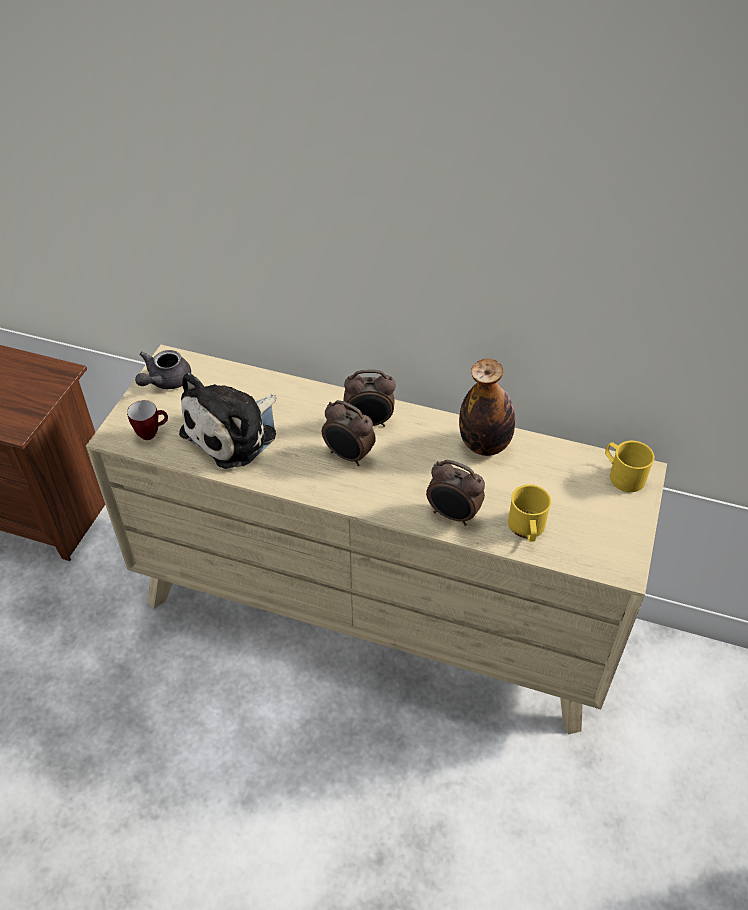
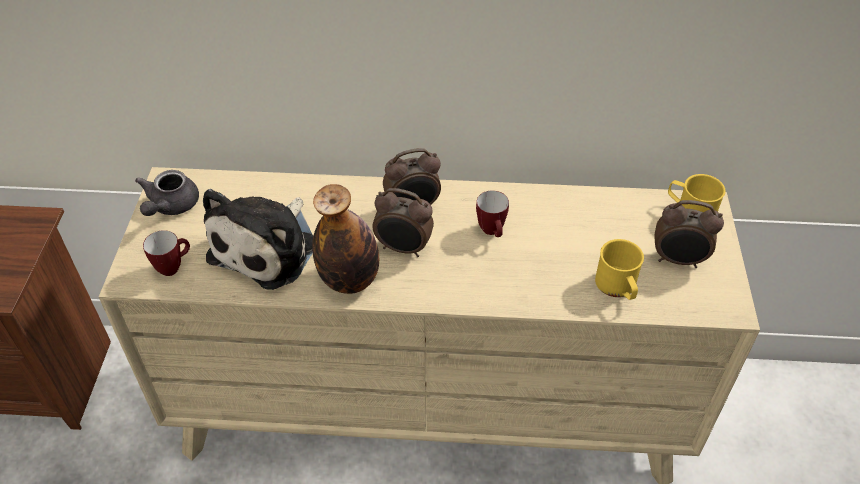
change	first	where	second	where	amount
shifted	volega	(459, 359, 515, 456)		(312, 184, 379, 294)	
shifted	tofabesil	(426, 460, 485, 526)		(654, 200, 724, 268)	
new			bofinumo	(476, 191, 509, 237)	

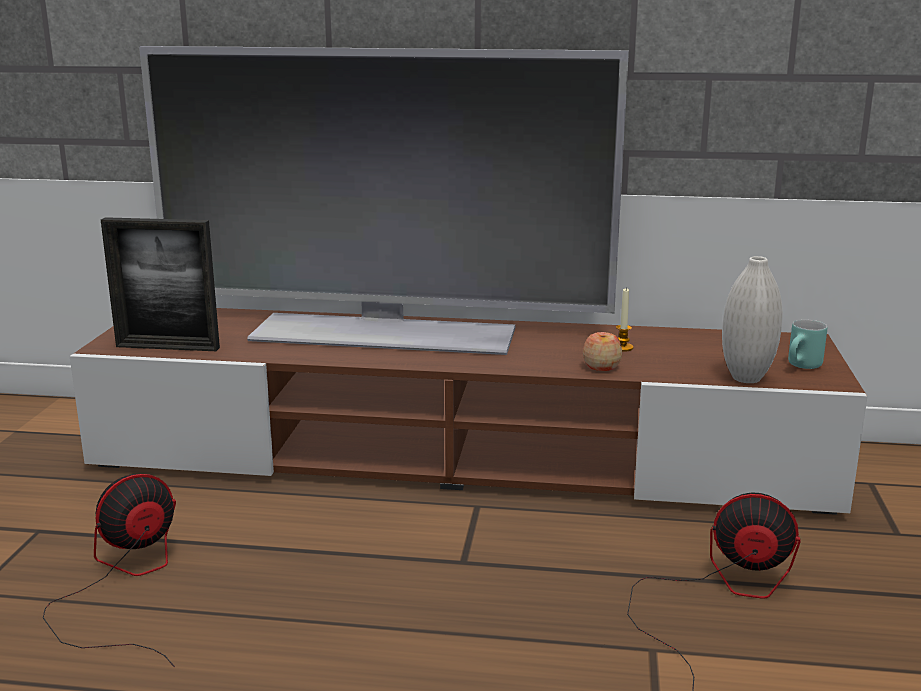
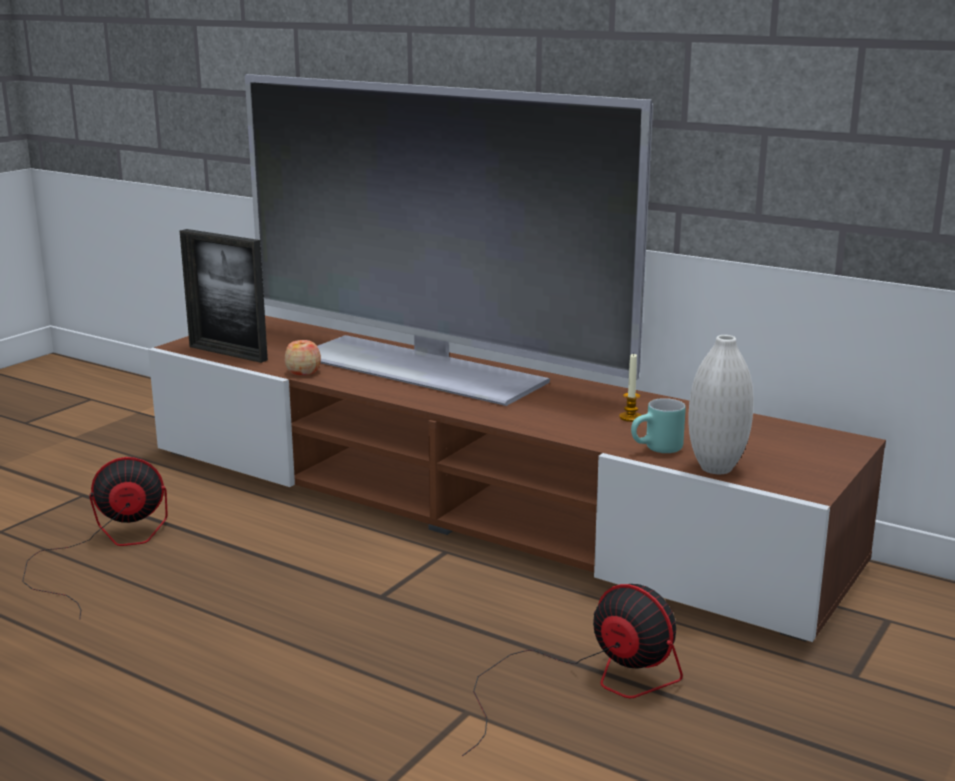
change	first	where	second	where	amount
shifted	turquoise bofinumo	(788, 319, 827, 369)		(631, 398, 686, 453)	
shifted	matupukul	(583, 332, 622, 371)		(285, 340, 321, 375)	

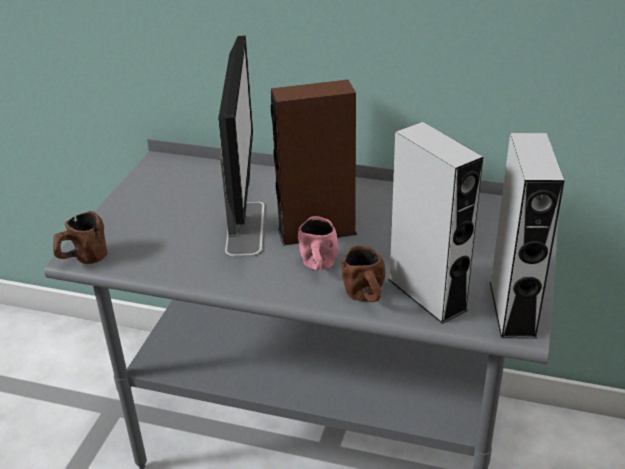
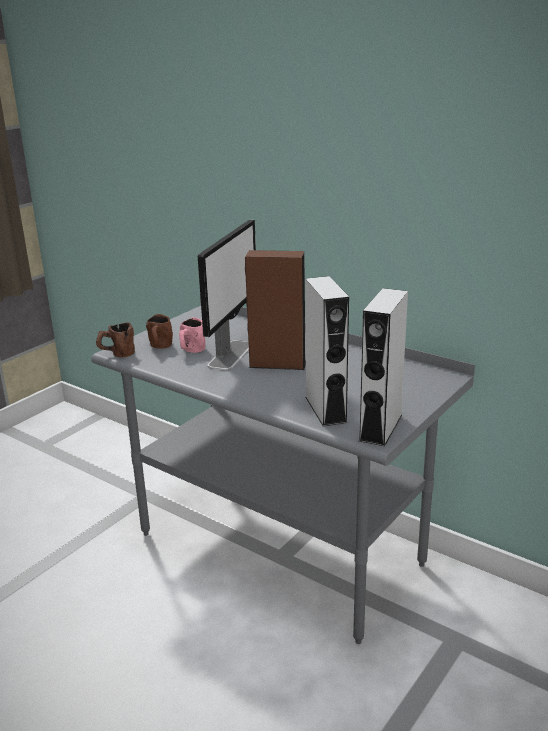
change	first	where	second	where	amount
shifted	pink bofinumo	(298, 216, 338, 271)		(179, 317, 206, 353)	
shifted	brown bofinumo	(341, 246, 385, 302)		(146, 314, 173, 349)	

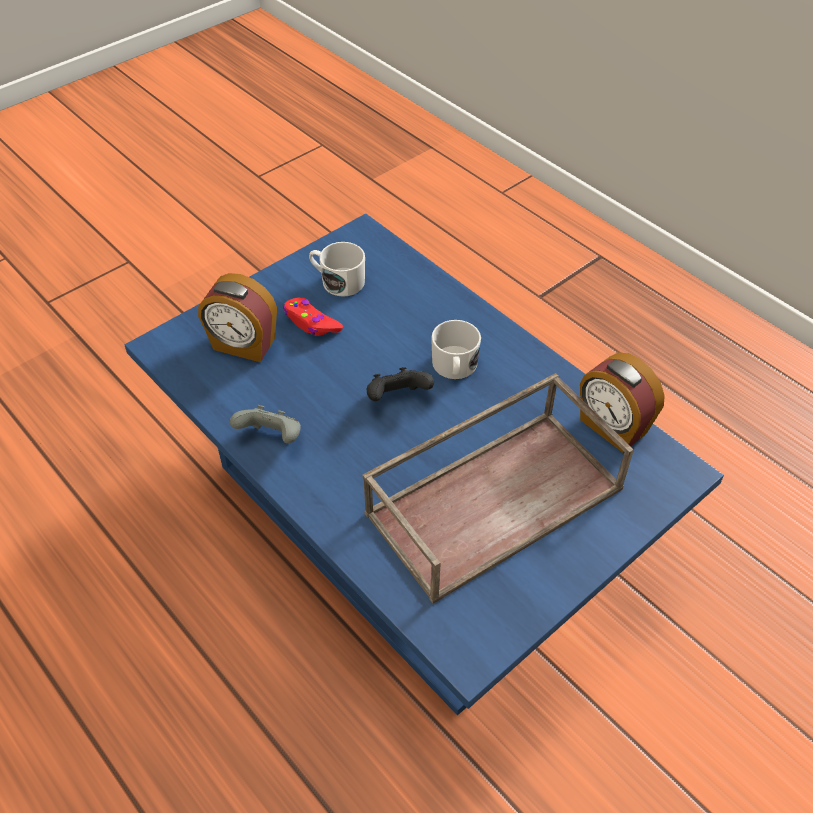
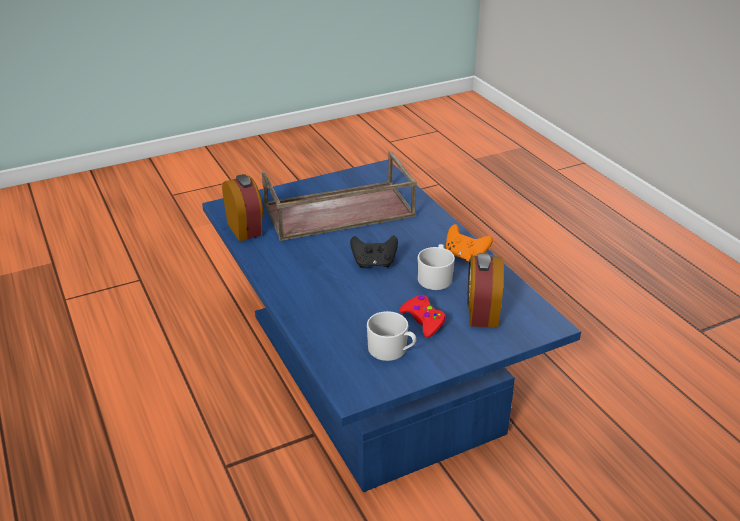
change	first	where	second	where	amount
rotated	tofabesil	(198, 273, 277, 362)		(467, 253, 503, 328)	120 degrees counterclockwise
shifted	white bofinumo	(431, 320, 481, 379)		(417, 244, 455, 290)	
repainted	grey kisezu	(230, 405, 301, 444)	orange kisezu	(446, 224, 493, 262)	

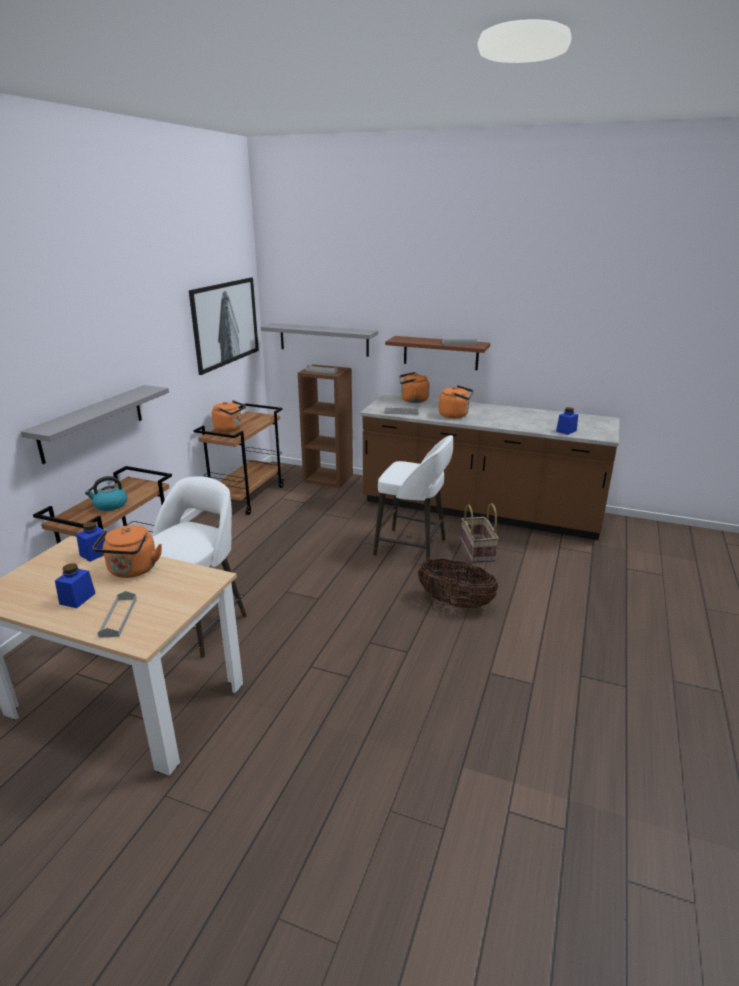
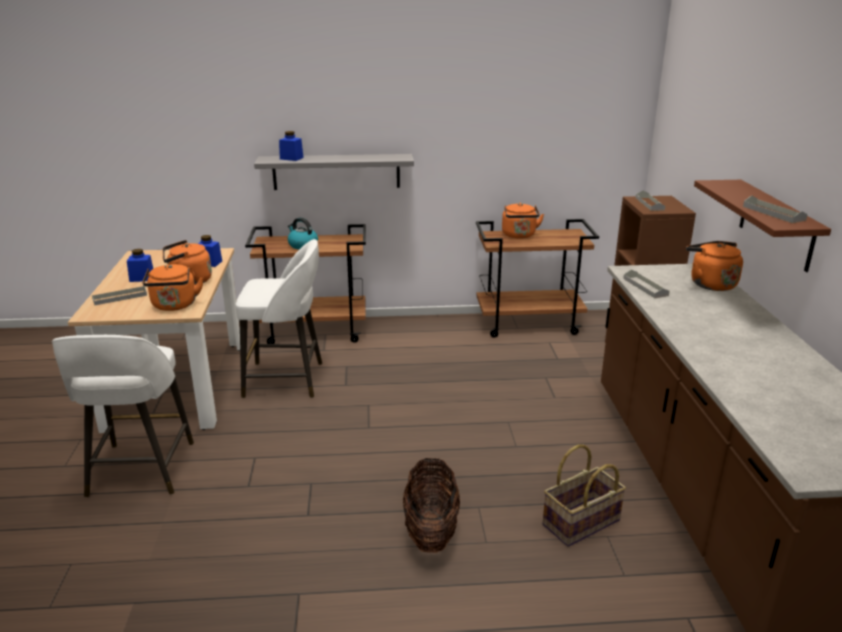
change	first	where	second	where	amount
gone	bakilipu	(189, 277, 259, 375)			
gone	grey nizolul	(261, 323, 378, 357)			
shifted	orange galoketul	(439, 385, 474, 418)		(142, 264, 204, 311)	
shifted	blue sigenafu	(556, 407, 578, 435)		(279, 131, 304, 161)	
shifted	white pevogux	(373, 435, 453, 563)		(52, 335, 194, 497)	

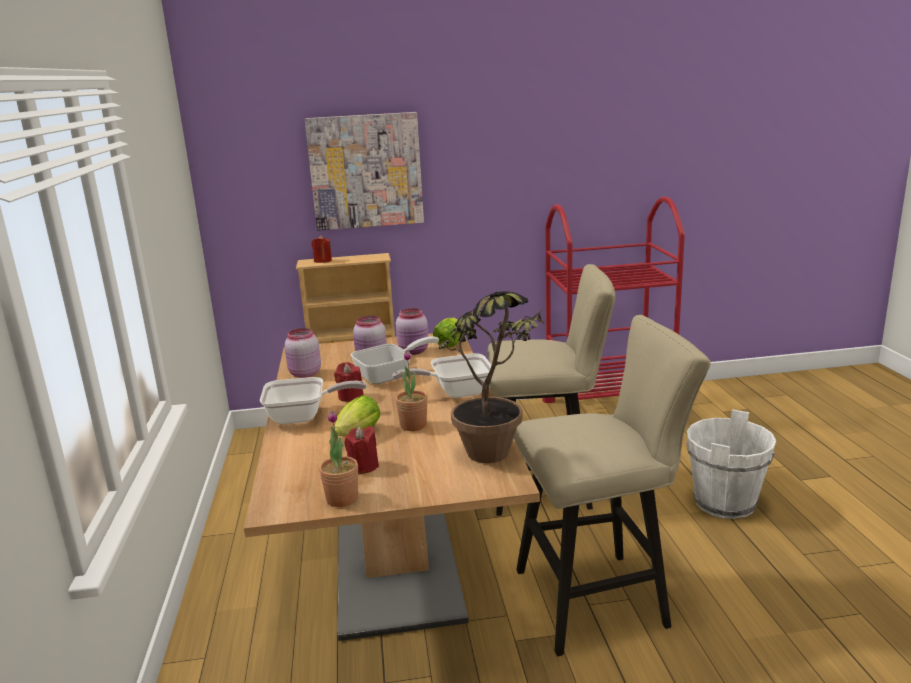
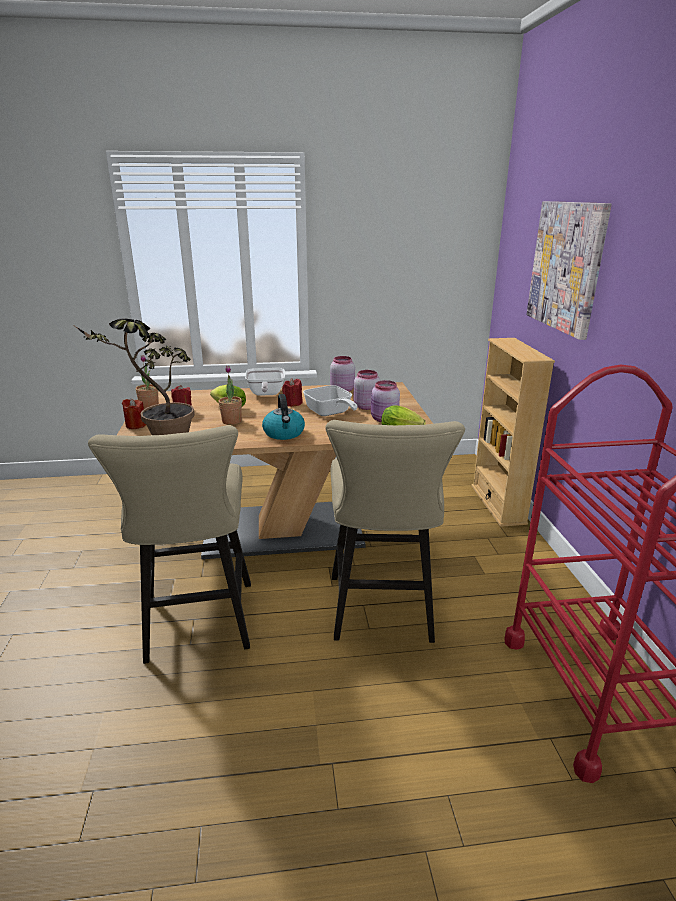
change	first	where	second	where	amount
shifted	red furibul	(312, 235, 332, 263)		(122, 398, 146, 429)	
swapped	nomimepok	(392, 353, 491, 398)	galoketul	(262, 394, 305, 440)	
gone	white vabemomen	(686, 409, 776, 519)			

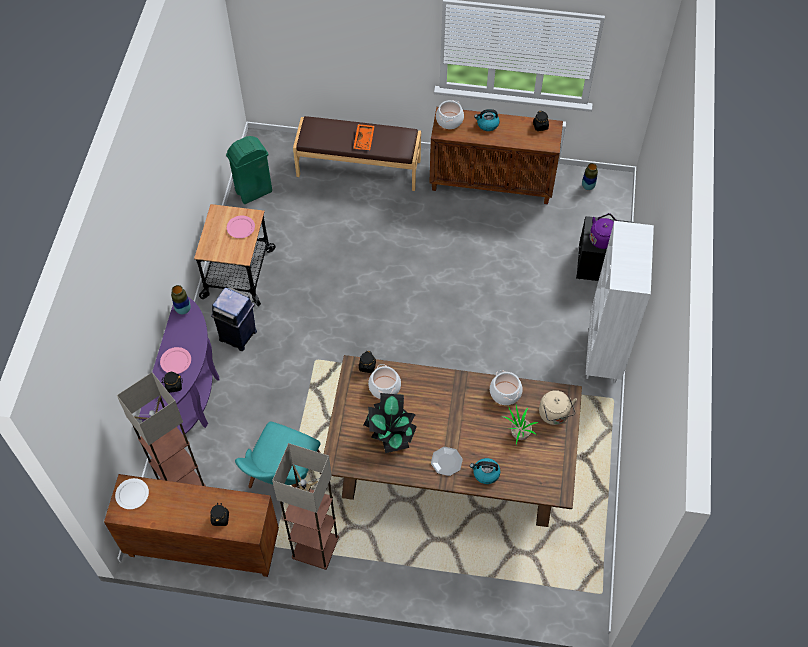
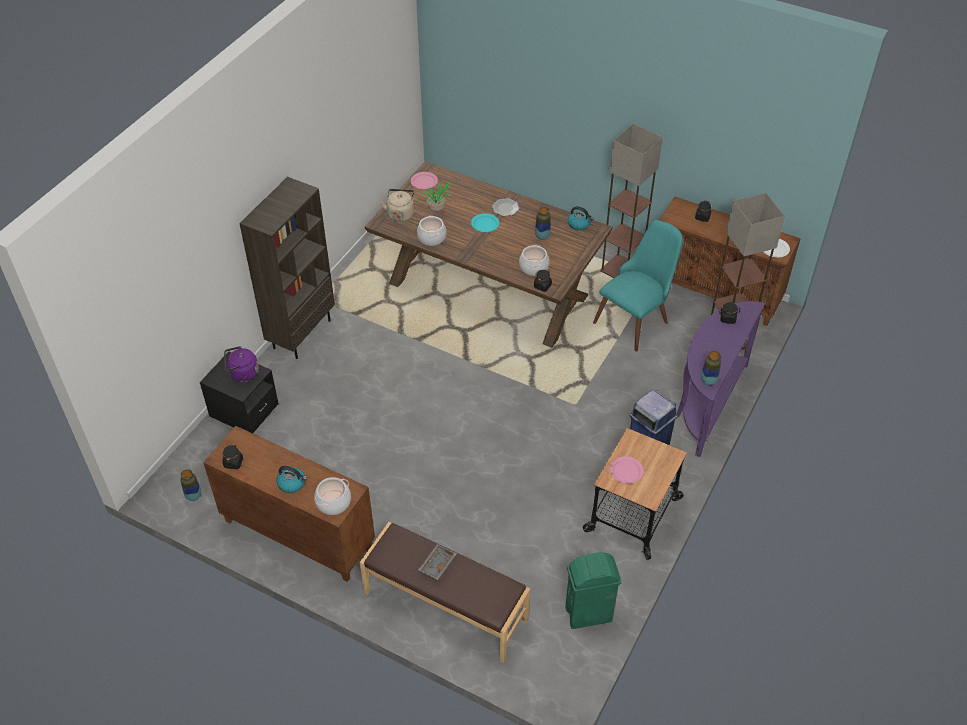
change	first	where	second	where	amount
repainted	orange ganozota	(353, 124, 375, 150)	grey ganozota	(418, 544, 457, 580)	
repainted	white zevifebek	(586, 221, 654, 383)	brown zevifebek	(239, 177, 335, 359)	
shifted	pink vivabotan	(160, 347, 191, 374)		(411, 172, 438, 189)	
swapped	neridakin	(364, 393, 417, 453)	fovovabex	(535, 207, 551, 240)	
shifted	galoketul	(470, 458, 500, 484)		(568, 206, 594, 231)	
new			turquoise vivabotan	(471, 213, 499, 232)	

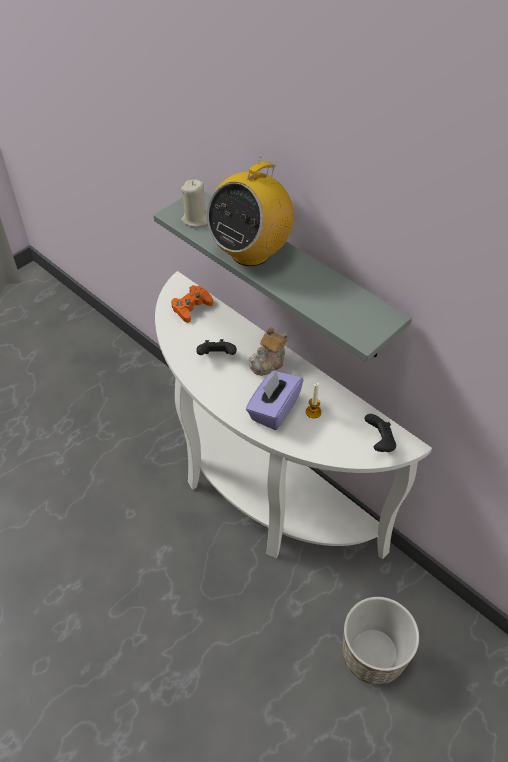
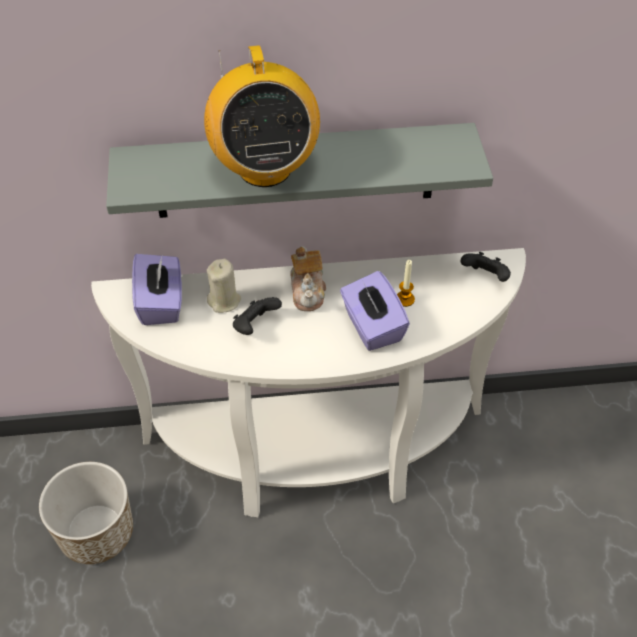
change	first	where	second	where	amount
shifted	beige furibul	(181, 180, 207, 227)		(207, 259, 241, 313)	
swapped	orange kisezu	(171, 285, 213, 323)	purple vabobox	(132, 254, 182, 325)	
shifted	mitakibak	(342, 597, 419, 685)		(39, 462, 133, 564)	

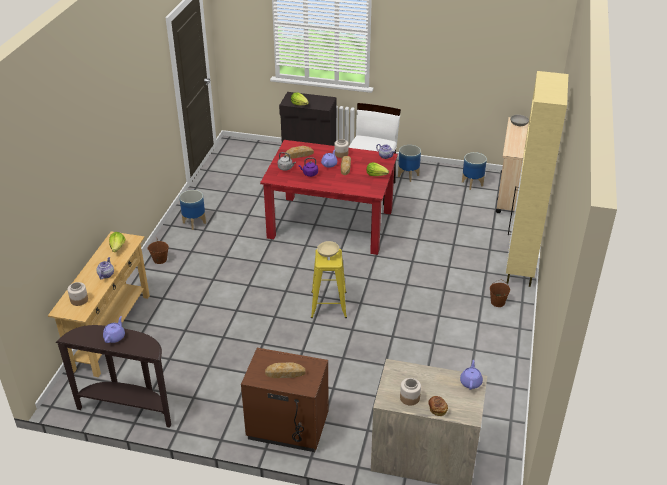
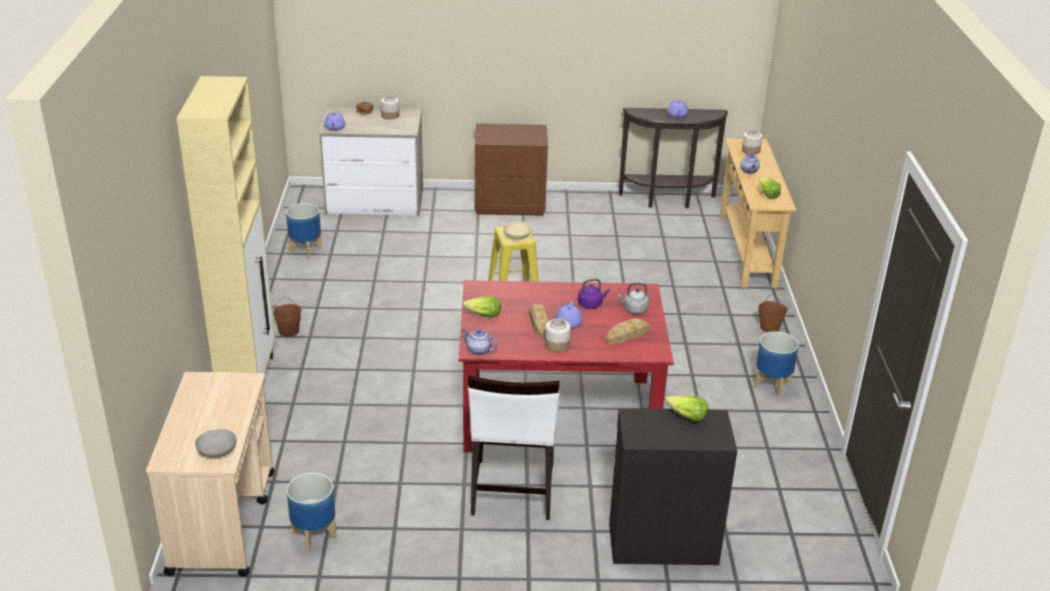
change	first	where	second	where	amount
shifted	mitakibak	(398, 145, 421, 182)		(286, 203, 322, 259)	
gone	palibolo	(265, 362, 305, 378)			

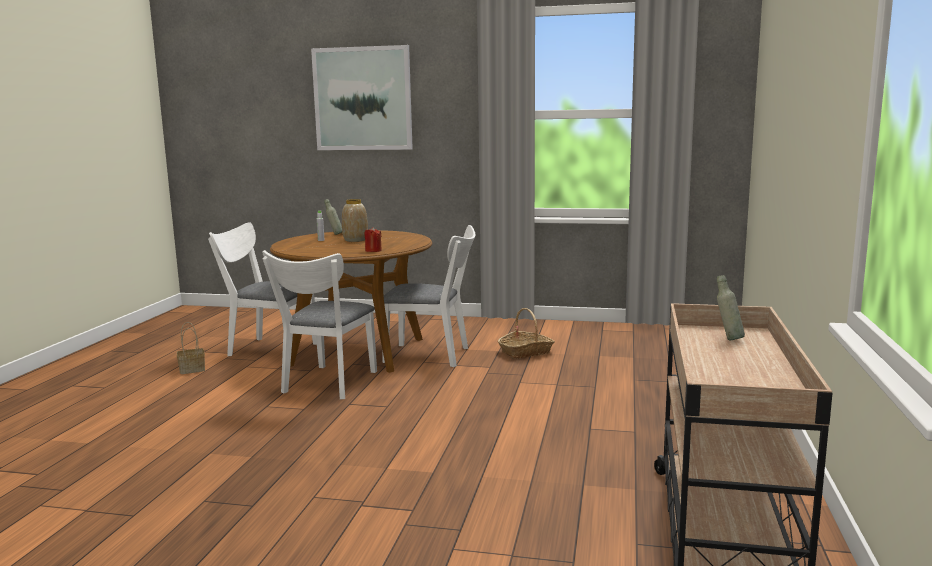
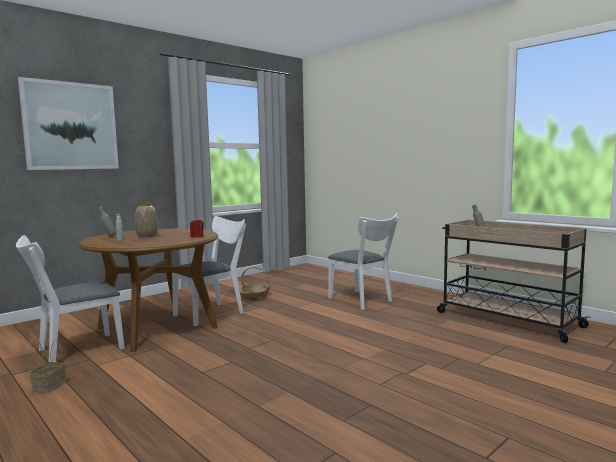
change	first	where	second	where	amount
shifted	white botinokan	(262, 250, 377, 399)		(328, 213, 398, 310)	

